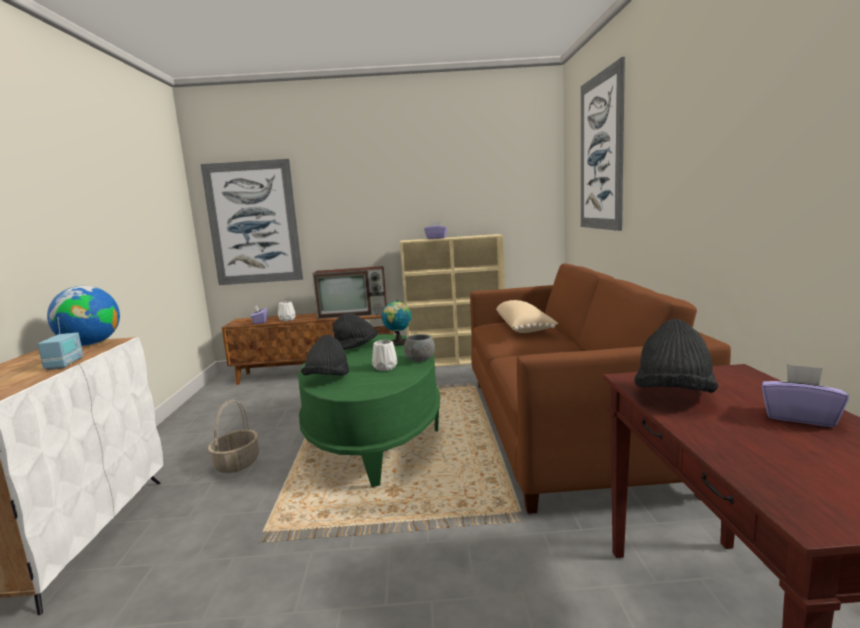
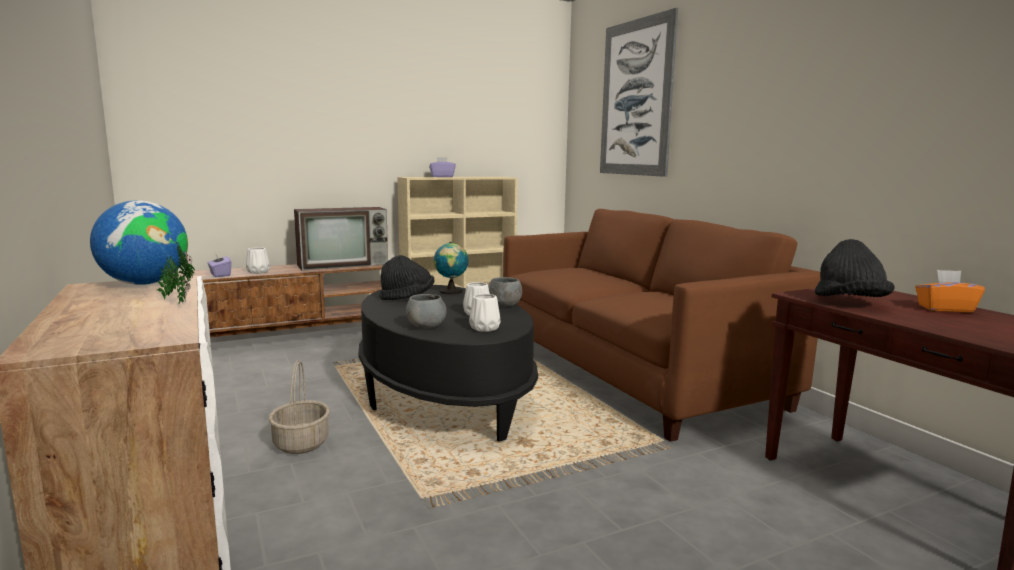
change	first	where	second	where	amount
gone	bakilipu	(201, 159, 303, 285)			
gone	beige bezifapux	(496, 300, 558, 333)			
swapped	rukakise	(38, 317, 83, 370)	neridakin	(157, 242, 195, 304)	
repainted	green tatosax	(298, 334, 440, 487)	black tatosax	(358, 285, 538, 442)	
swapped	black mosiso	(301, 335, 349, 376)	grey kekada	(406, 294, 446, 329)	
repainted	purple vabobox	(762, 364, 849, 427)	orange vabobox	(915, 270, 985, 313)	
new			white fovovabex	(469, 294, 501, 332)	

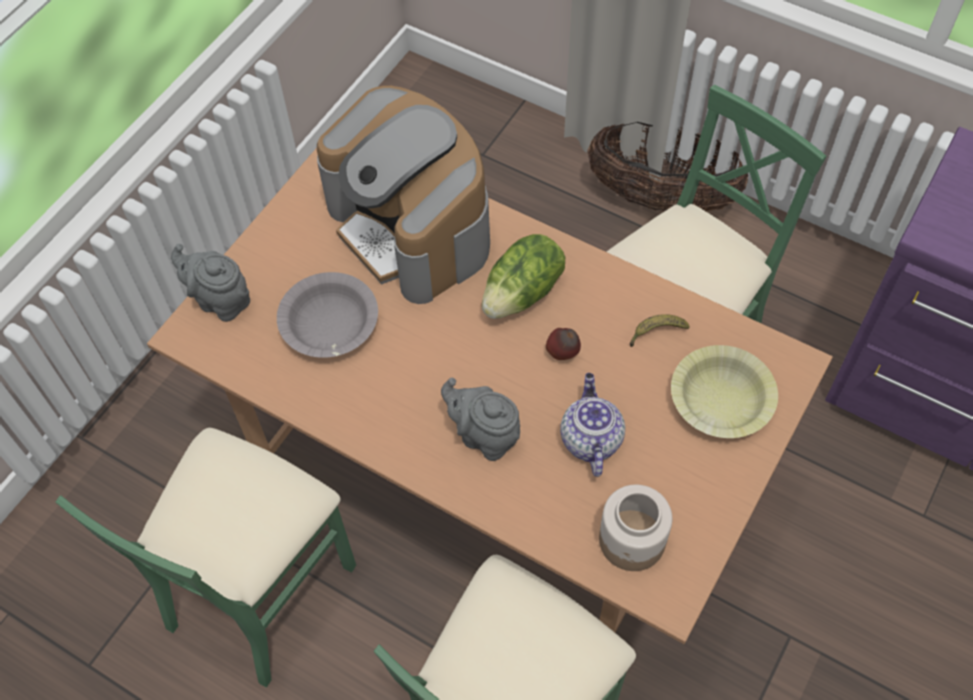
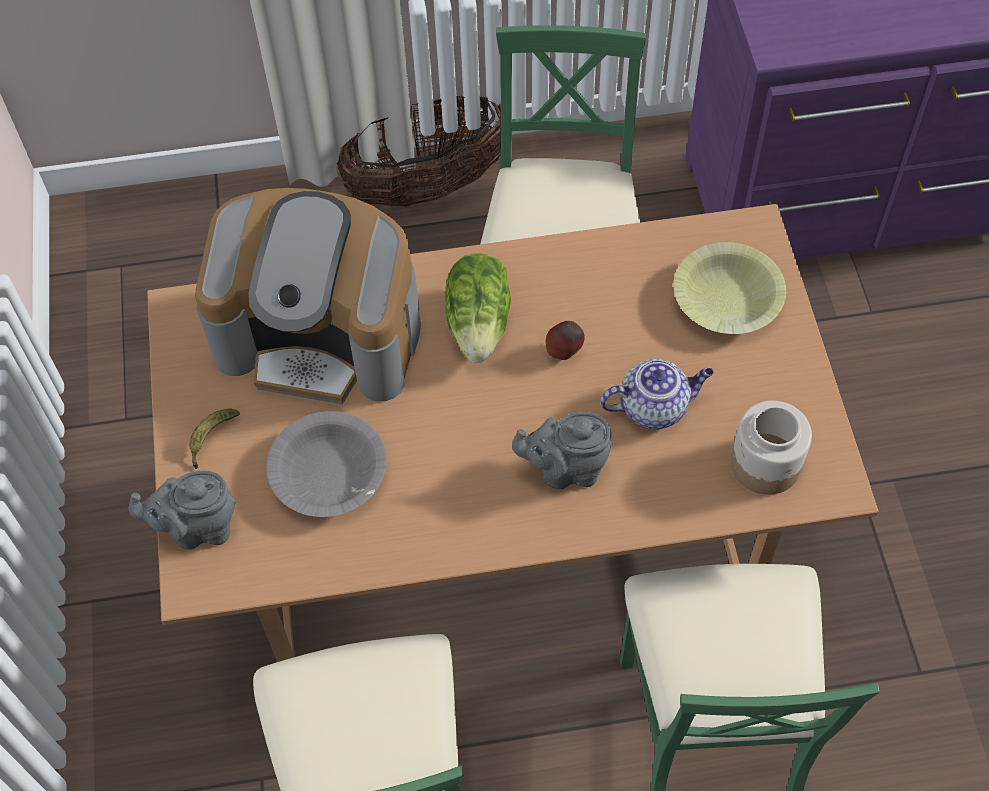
change	first	where	second	where	amount
shifted	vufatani	(630, 314, 690, 347)		(189, 409, 240, 469)	
rotated	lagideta	(560, 373, 625, 477)		(600, 359, 714, 429)	120 degrees clockwise

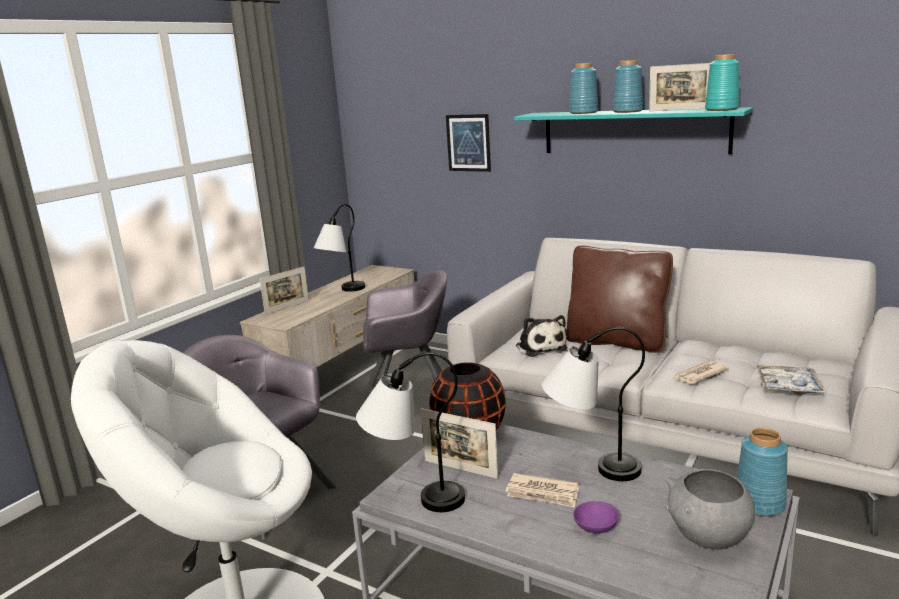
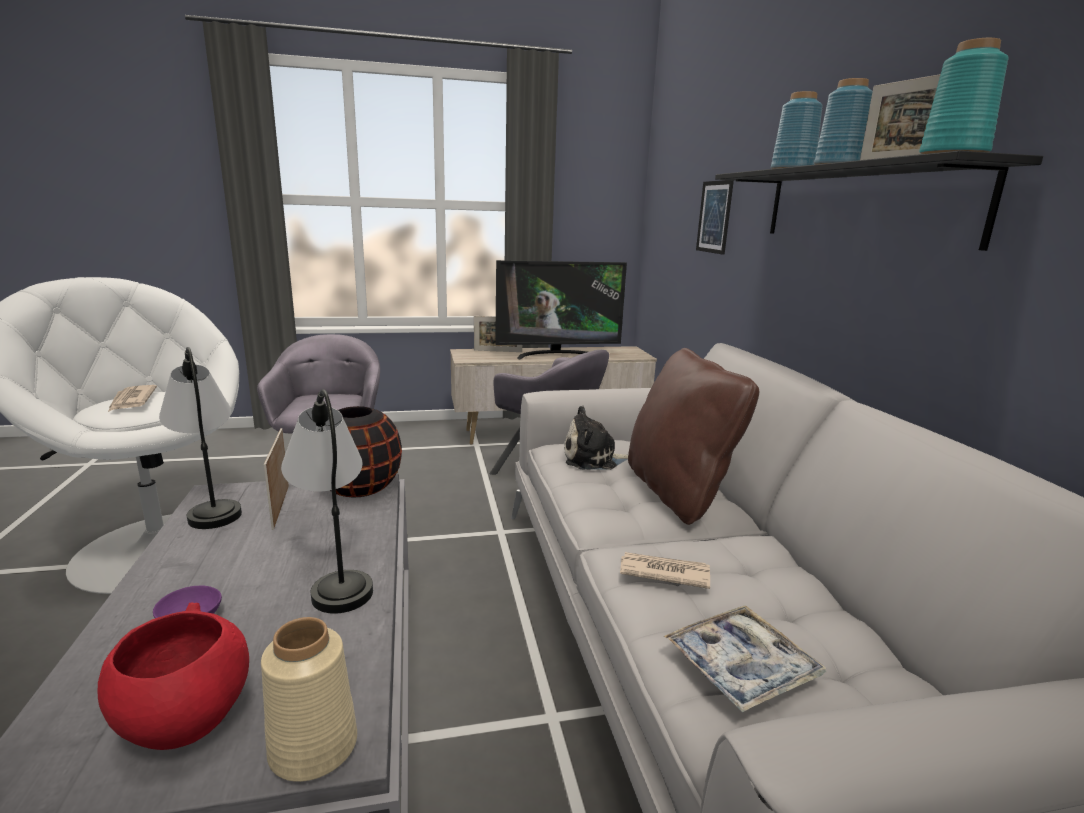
change	first	where	second	where	amount
repainted	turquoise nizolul	(514, 107, 753, 154)	black nizolul	(715, 151, 1043, 251)	
swapped	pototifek	(313, 204, 365, 292)	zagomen	(495, 260, 627, 359)	
rotated	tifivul	(516, 315, 568, 357)		(564, 406, 628, 470)	60 degrees clockwise
repainted	blue fovovabex	(737, 428, 788, 516)	beige fovovabex	(261, 617, 357, 782)	
repainted	grey kekada	(665, 469, 755, 549)	red kekada	(97, 603, 249, 750)	
shifted	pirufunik	(506, 473, 579, 508)		(108, 385, 157, 412)	

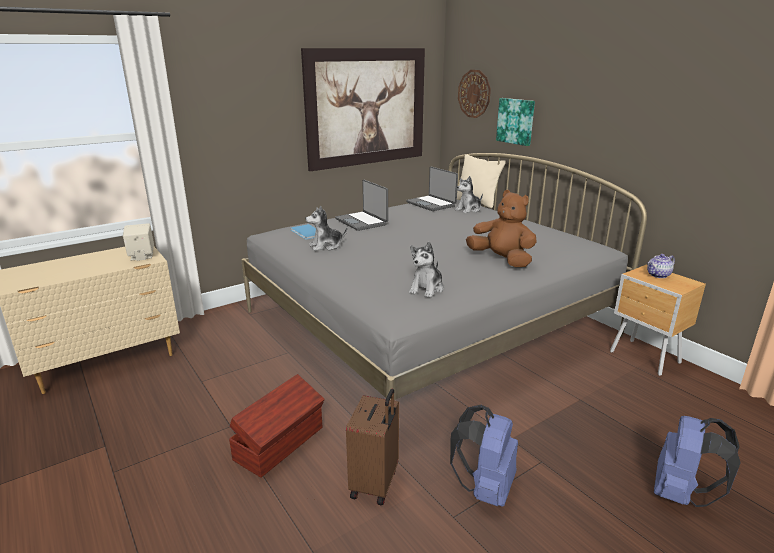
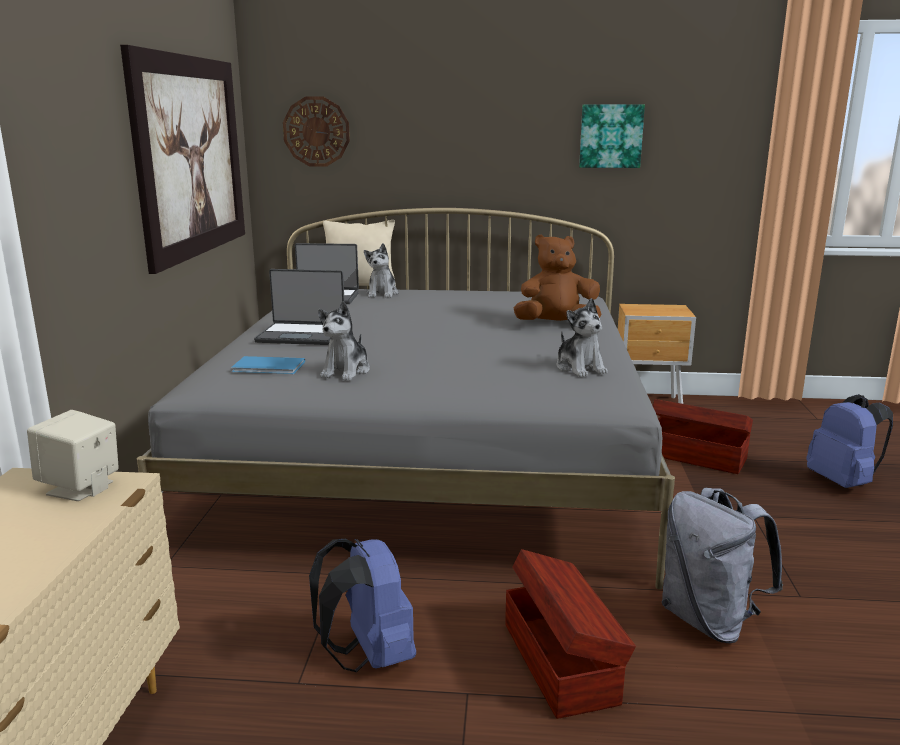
change	first	where	second	where	amount
shifted	bakilipu	(496, 98, 535, 146)		(579, 105, 645, 168)	
gone	lagideta	(647, 254, 675, 278)			
swapped	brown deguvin	(346, 389, 399, 505)	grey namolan	(661, 488, 783, 643)	
shifted	blue namolan	(450, 405, 518, 507)		(309, 539, 416, 672)	
new			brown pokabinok	(653, 399, 753, 474)	

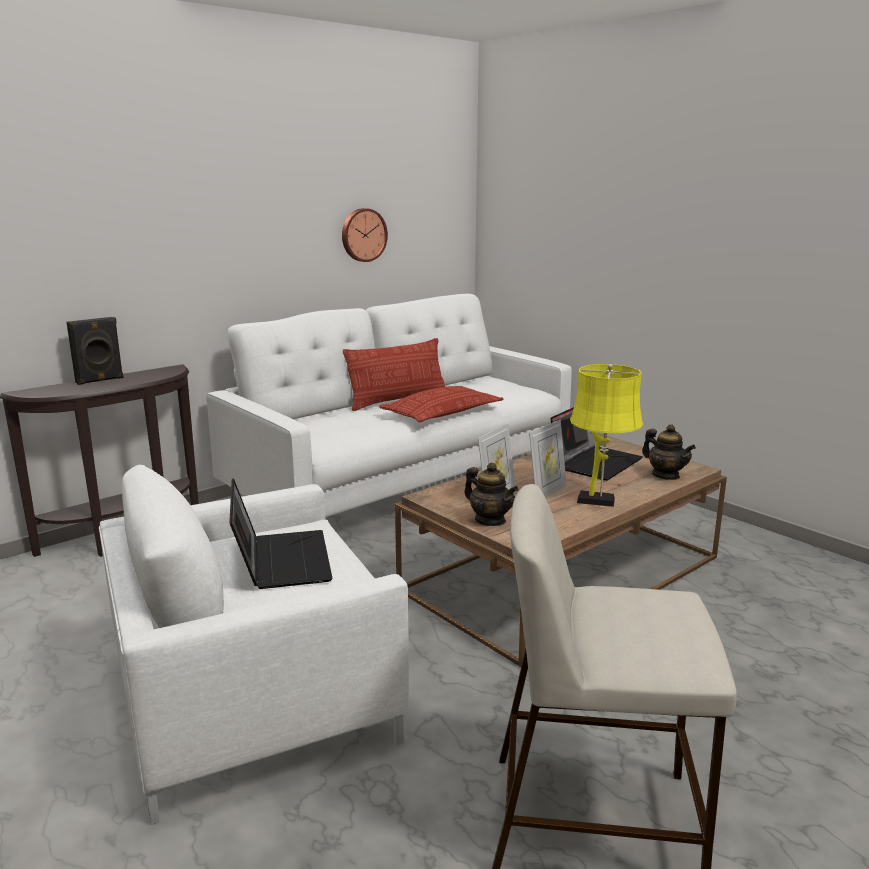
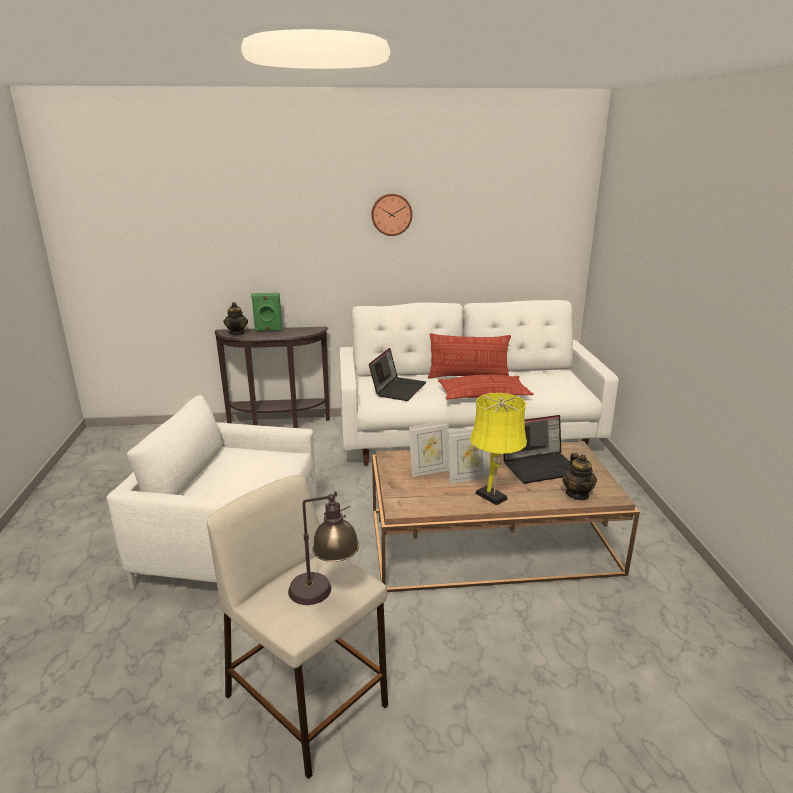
change	first	where	second	where	amount
shifted	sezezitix	(342, 208, 388, 262)		(371, 193, 412, 236)	
repainted	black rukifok	(67, 317, 124, 385)	green rukifok	(251, 293, 282, 332)	
shifted	lagideta	(464, 463, 518, 526)		(223, 302, 248, 335)	
shifted	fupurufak	(229, 478, 332, 589)		(369, 348, 426, 401)	
new			pototifek	(288, 491, 359, 605)	

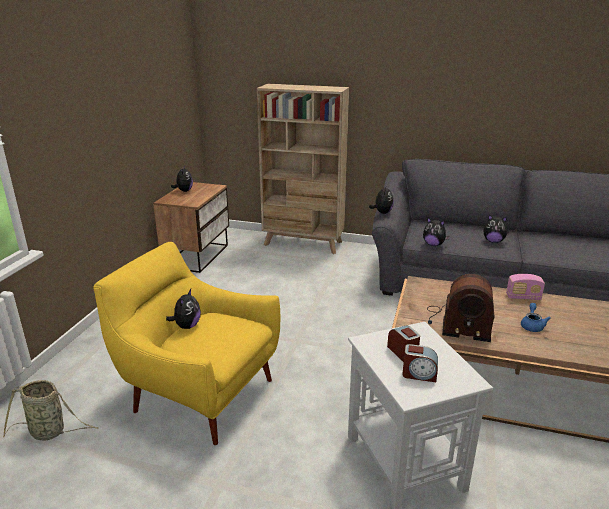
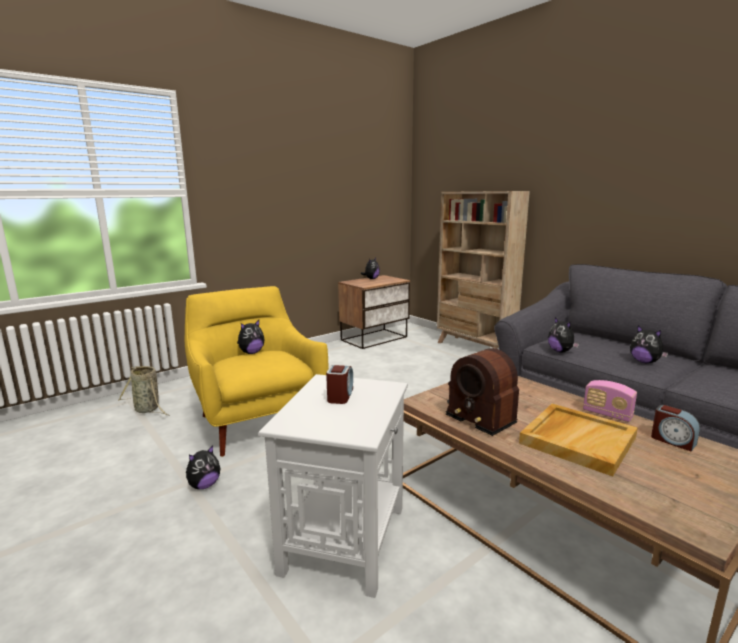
change	first	where	second	where	amount
shifted	tifivul	(369, 184, 394, 214)		(186, 445, 220, 489)	
swapped	blue lagideta	(521, 303, 551, 332)	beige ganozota	(519, 404, 638, 476)	
shifted	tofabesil	(402, 344, 438, 382)		(651, 405, 700, 451)	

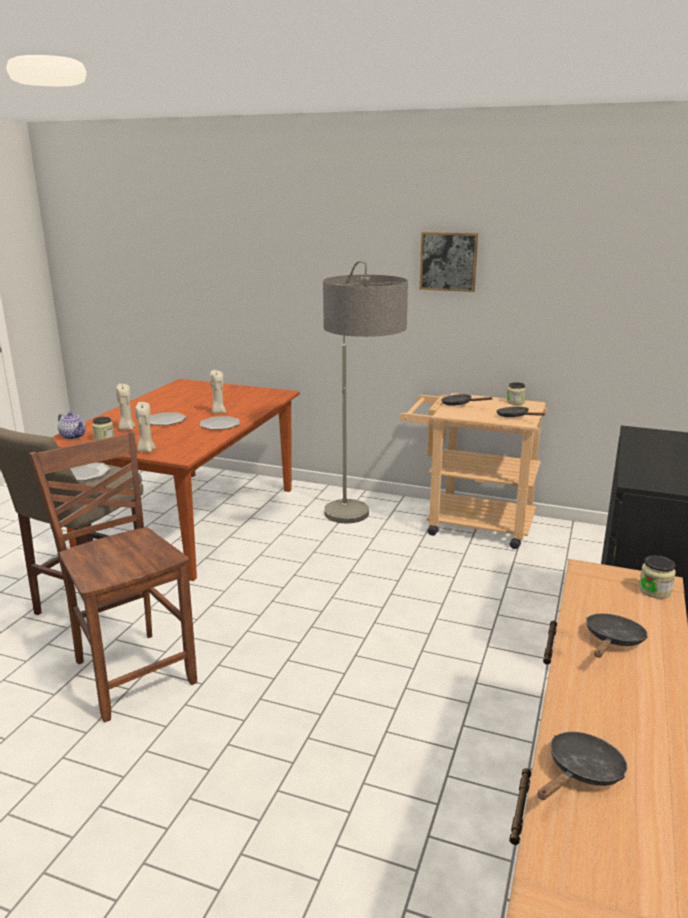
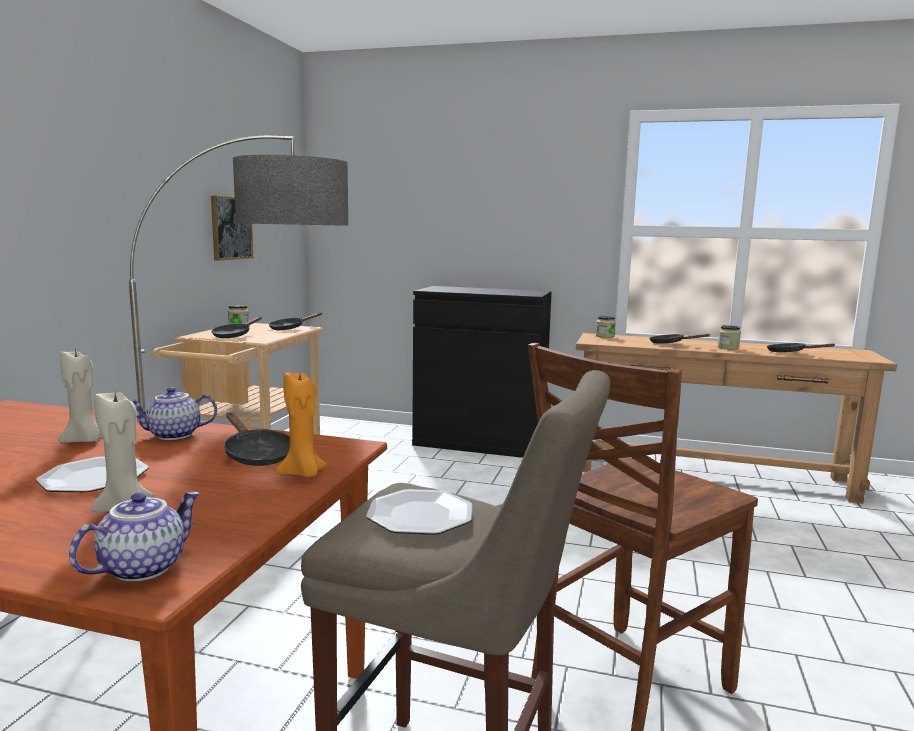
change	first	where	second	where	amount
shifted	bakilipu	(420, 232, 478, 292)		(211, 195, 253, 261)	
repainted	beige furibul	(135, 402, 156, 452)	orange furibul	(276, 373, 326, 477)	
swapped	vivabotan	(200, 416, 240, 430)	lagideta	(131, 387, 217, 440)	
shifted	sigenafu	(92, 417, 114, 441)		(718, 325, 741, 349)	
new			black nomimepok	(224, 413, 290, 466)	

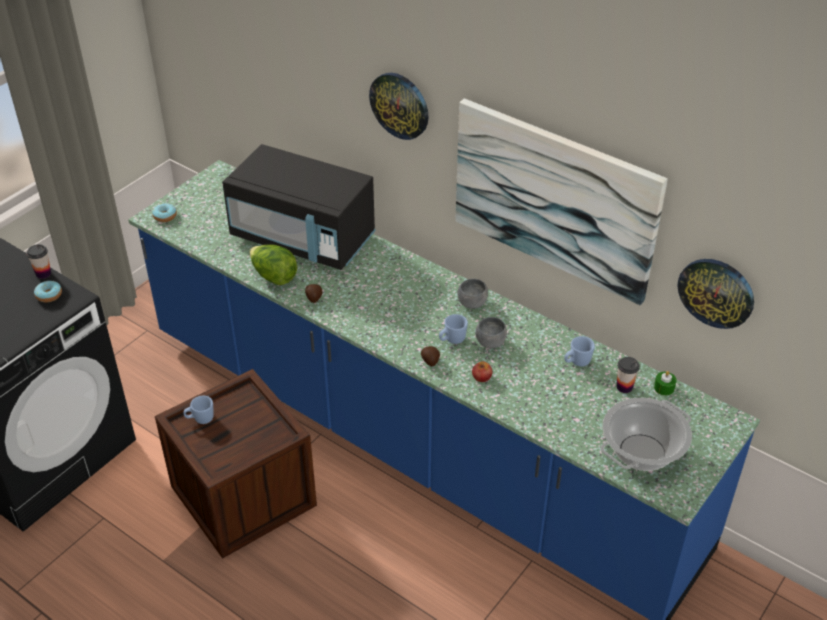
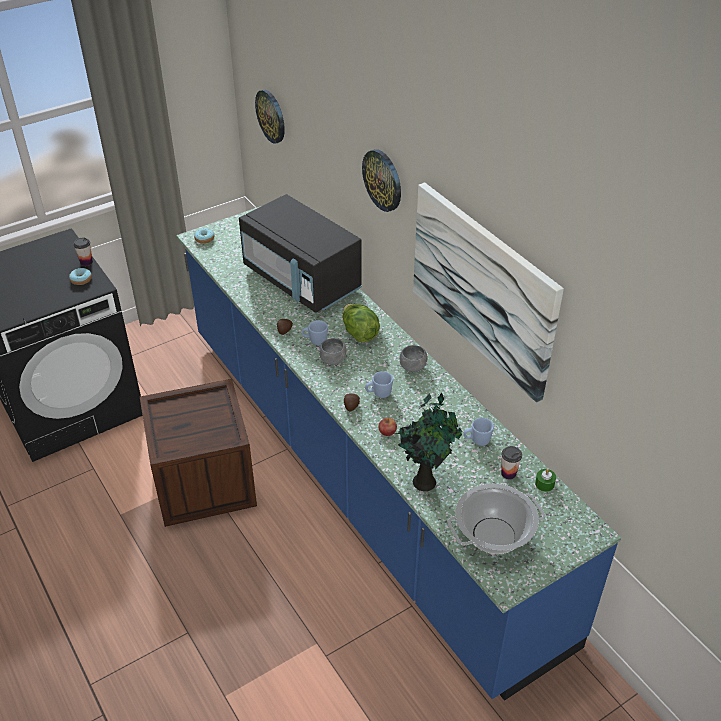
change	first	where	second	where	amount
shifted	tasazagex	(250, 244, 297, 285)		(343, 304, 380, 342)	
shifted	sezezitix	(677, 259, 754, 329)		(255, 90, 285, 144)	
shifted	grey kekada	(475, 317, 507, 348)		(319, 338, 346, 365)	
shifted	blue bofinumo	(183, 396, 214, 424)		(302, 320, 328, 345)	
new			neridakin	(395, 393, 462, 491)	

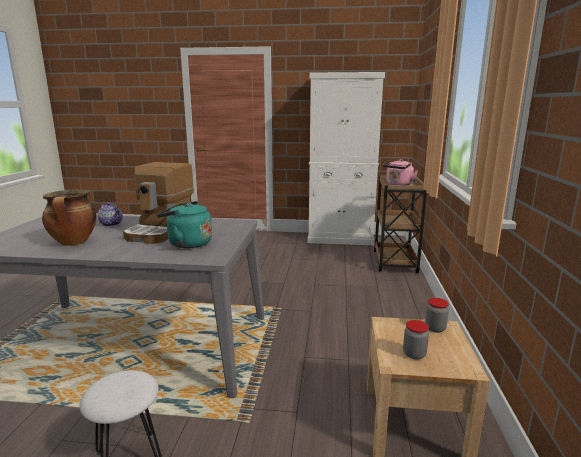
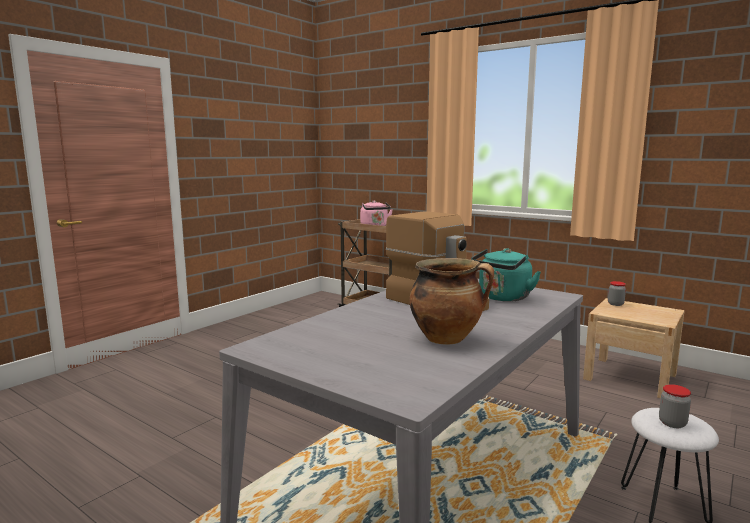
change	first	where	second	where	amount
gone	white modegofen	(308, 72, 385, 245)			
gone	lagideta	(97, 202, 123, 226)			
shifted	sigenafu	(403, 320, 429, 359)		(659, 384, 691, 428)	

